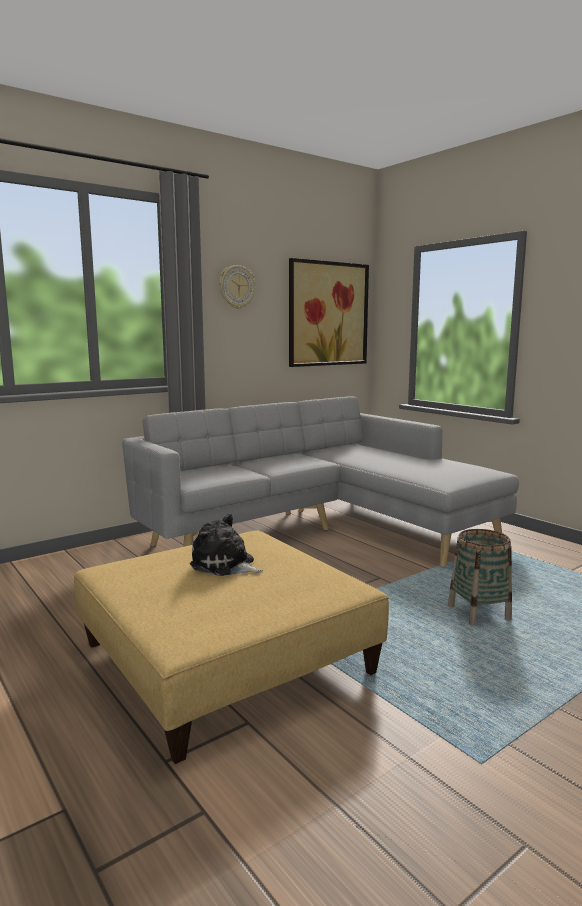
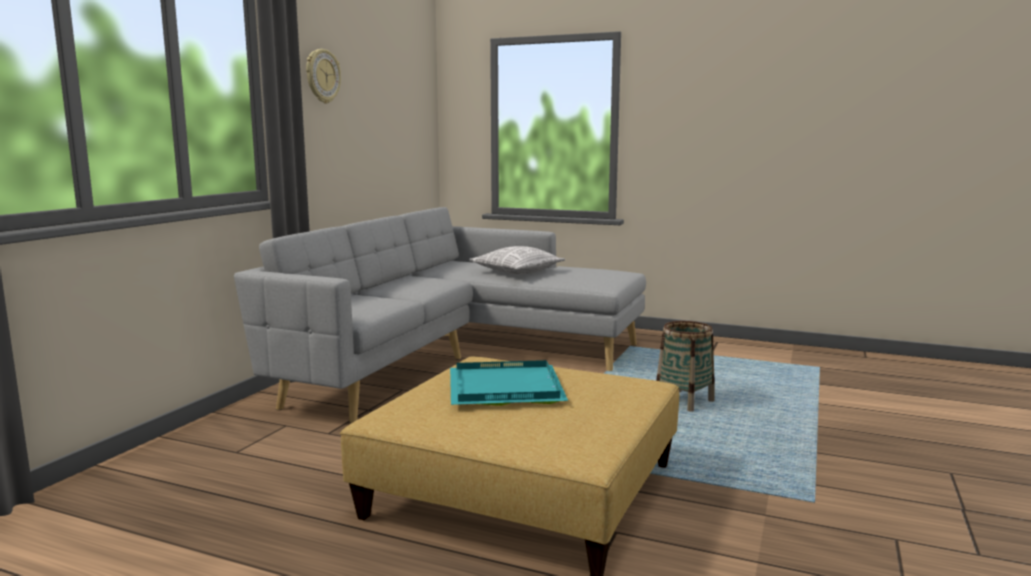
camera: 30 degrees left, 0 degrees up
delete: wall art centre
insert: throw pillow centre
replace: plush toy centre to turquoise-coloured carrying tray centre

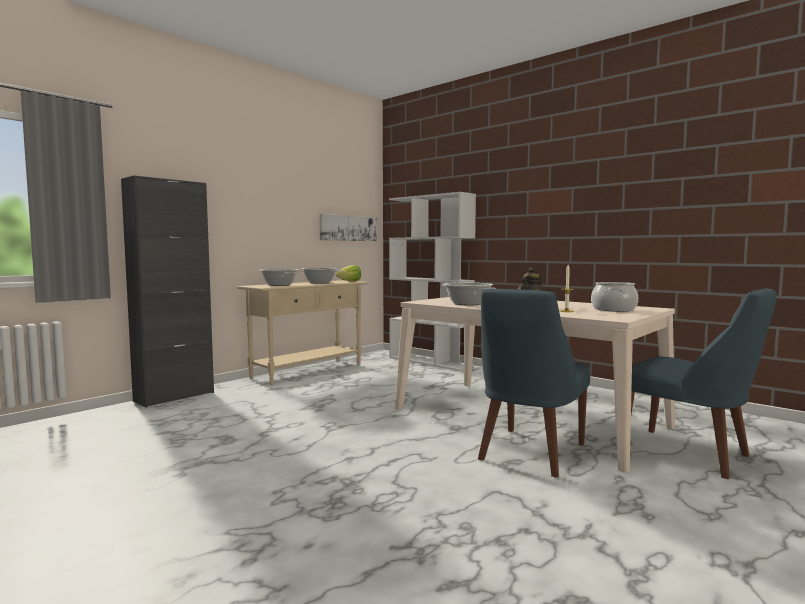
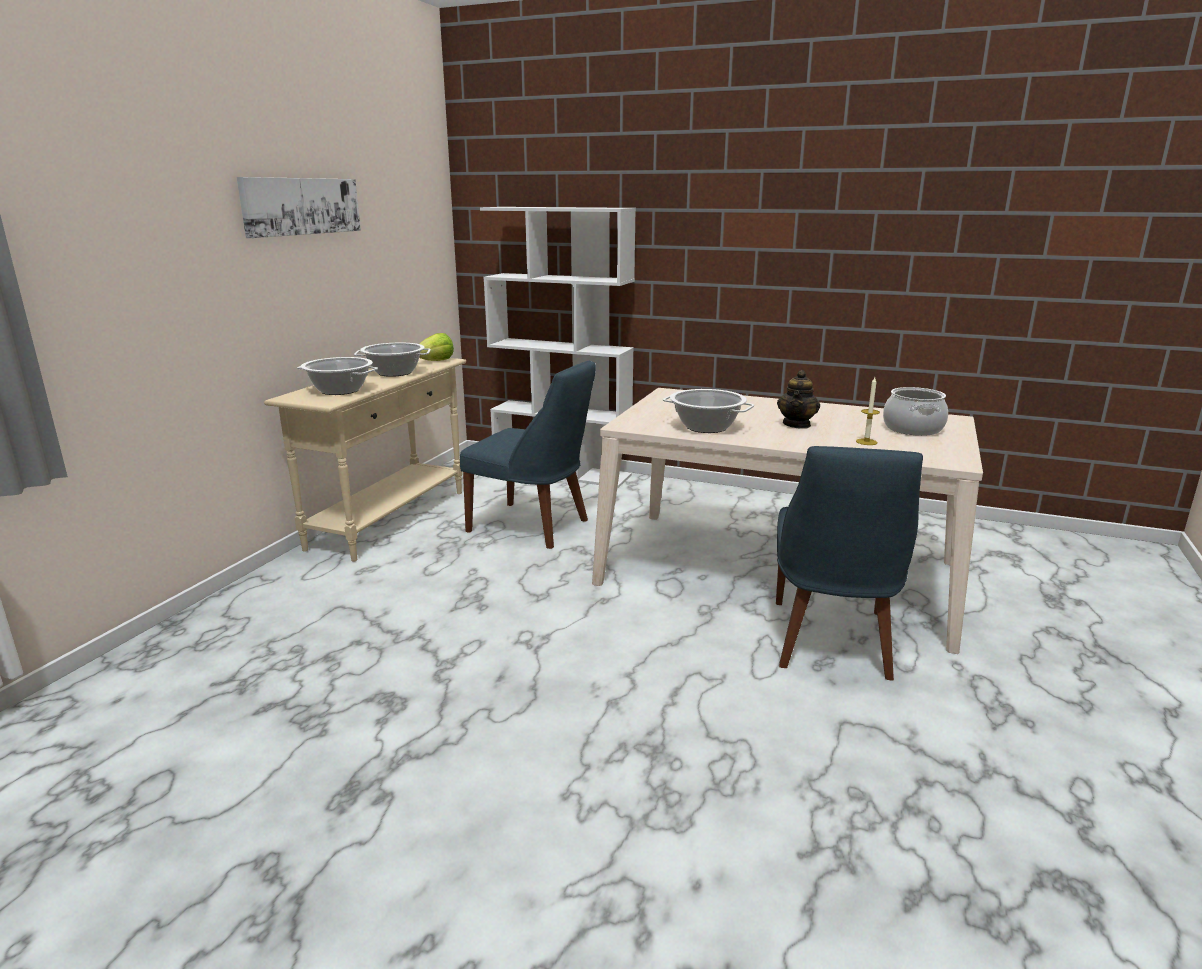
camera: 20 degrees left, 15 degrees up
delete: blackish cupboard middle left
move: wall art centre to top left; bluish plain chair (2nd from left in the first image) middle right to bluish plain chair (1st from left) centre

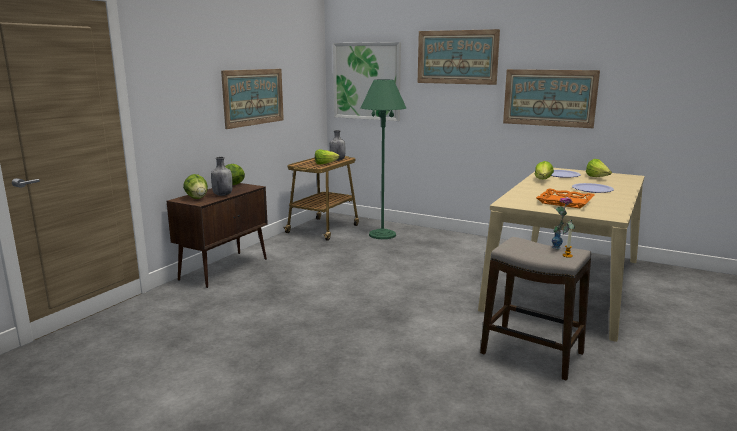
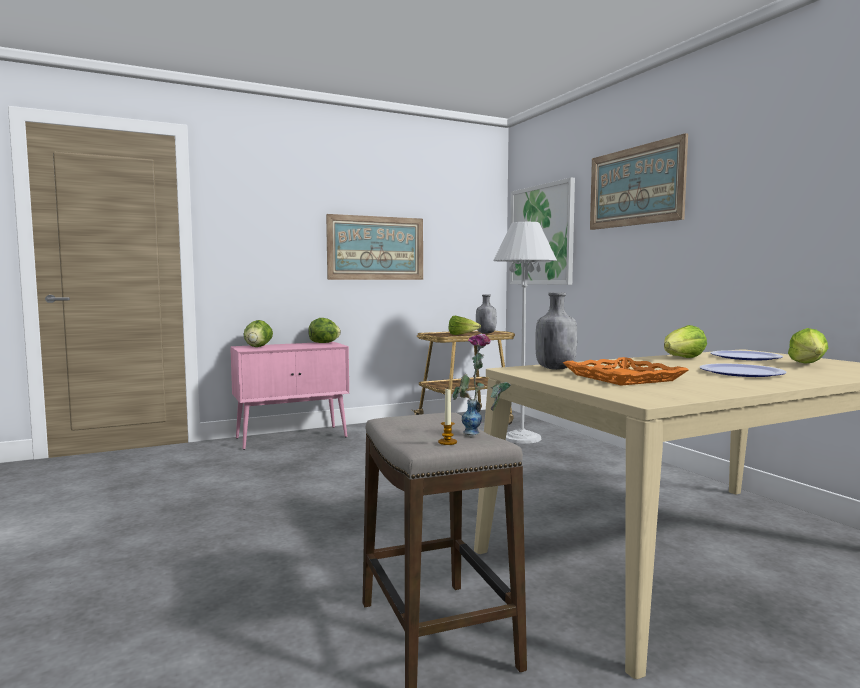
camera: 35 degrees right, 10 degrees down
delete: wall art (4th from left) top right
move: grey beverage bottle (1st from left in the first image) middle left to grey beverage bottle (2nd from left) centre
recolor: brownish cupboard middle left to pink cupboard centre; green standing lamp centre to white standing lamp centre

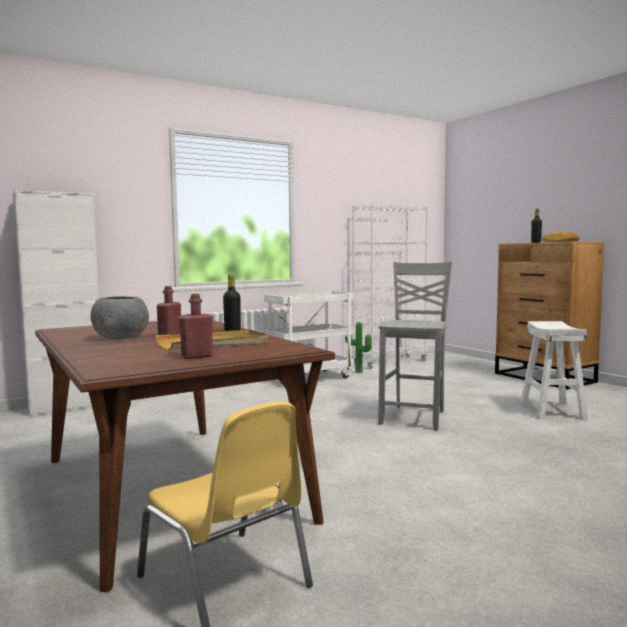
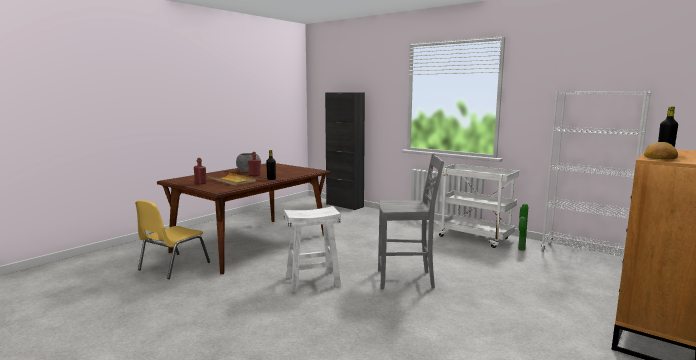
camera: 70 degrees right, 5 degrees up
move: white stool middle right to bottom centre
recolor: white cupboard middle left to blackish cupboard centre

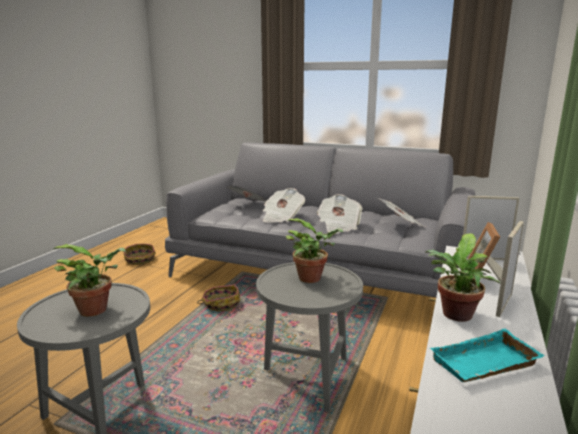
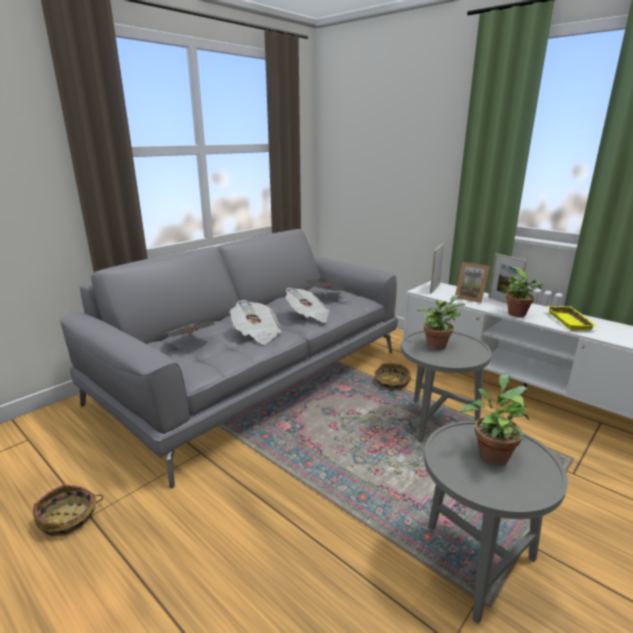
camera: 70 degrees left, 5 degrees up
move: household basket (2nd from left) bottom centre to centre
recolor: turquoise-coloured carrying tray bottom right to yellowish carrying tray middle right

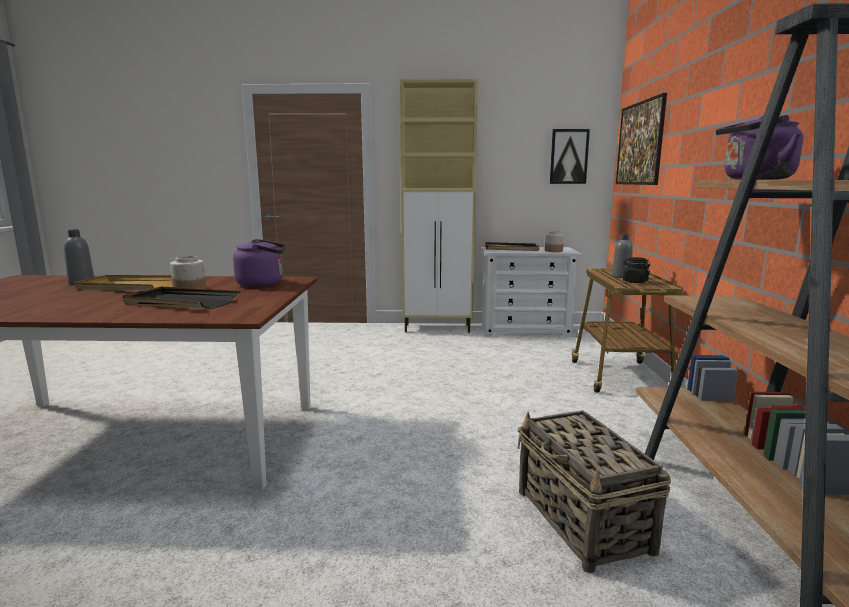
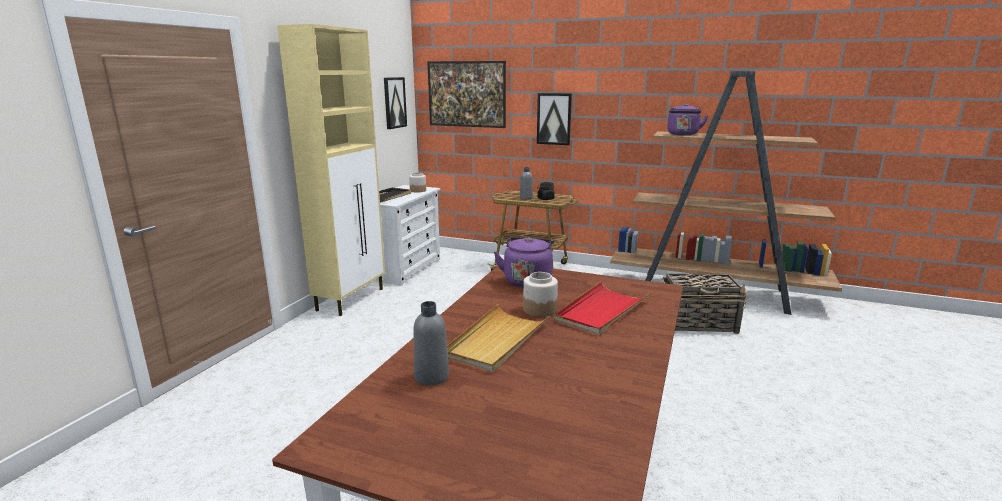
camera: 70 degrees left, 5 degrees up
insert: wall art (3rd from left) top centre
recolor: blackish carrying tray (1st from left) middle left to reddish carrying tray centre

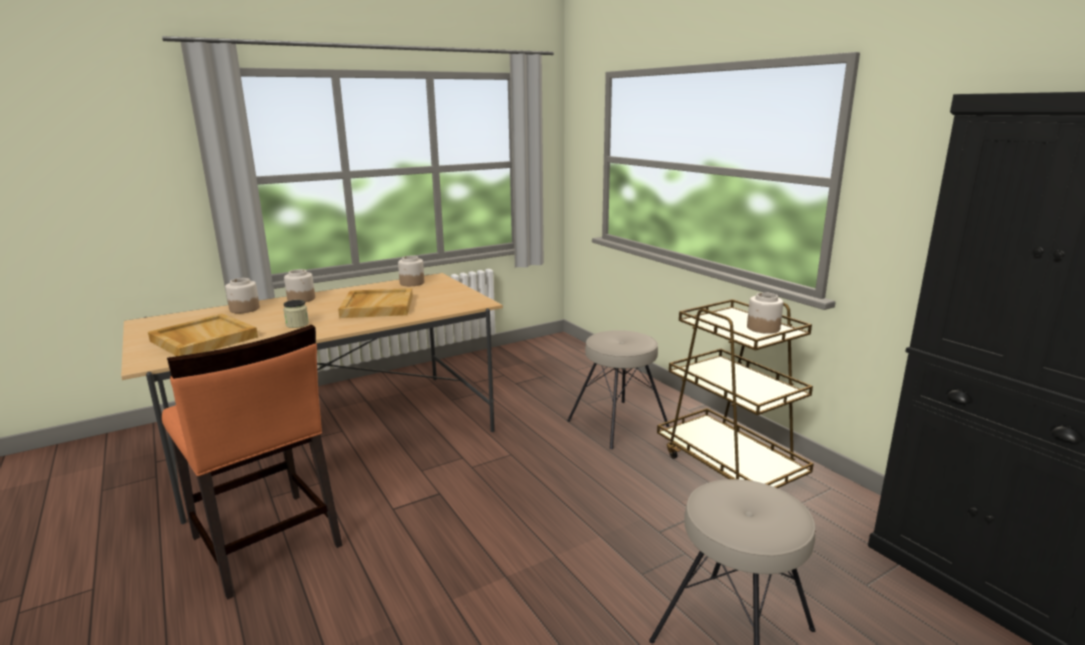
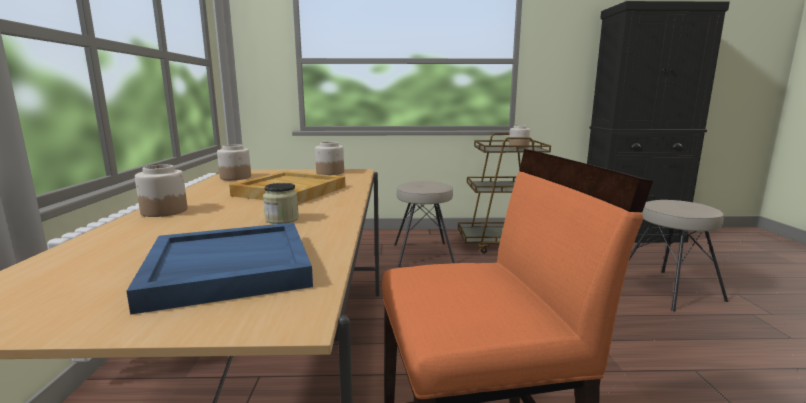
camera: 60 degrees left, 5 degrees down
move: storage jar (1st from left in the first image) middle left to storage jar (4th from left) centre
recolor: sand-coloured carrying tray (1st from left) middle left to bluish carrying tray middle left

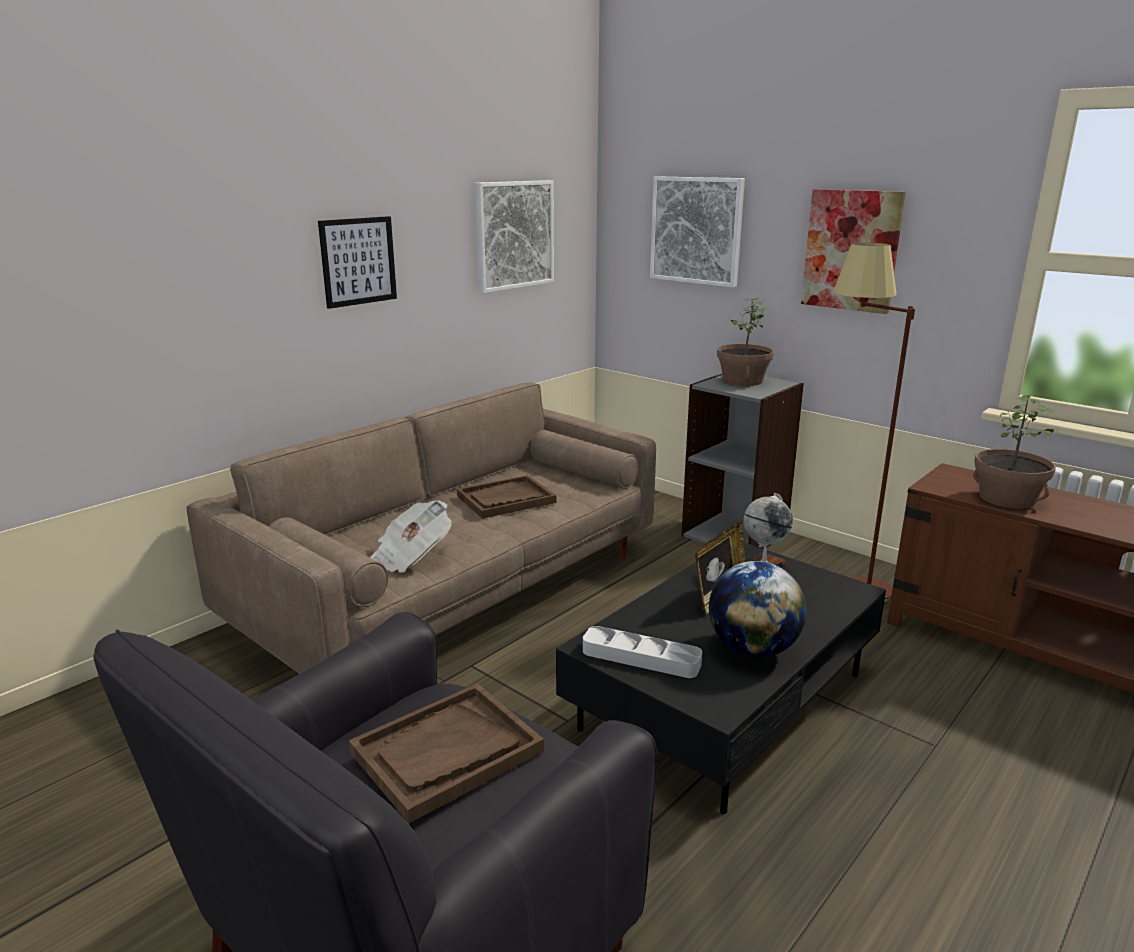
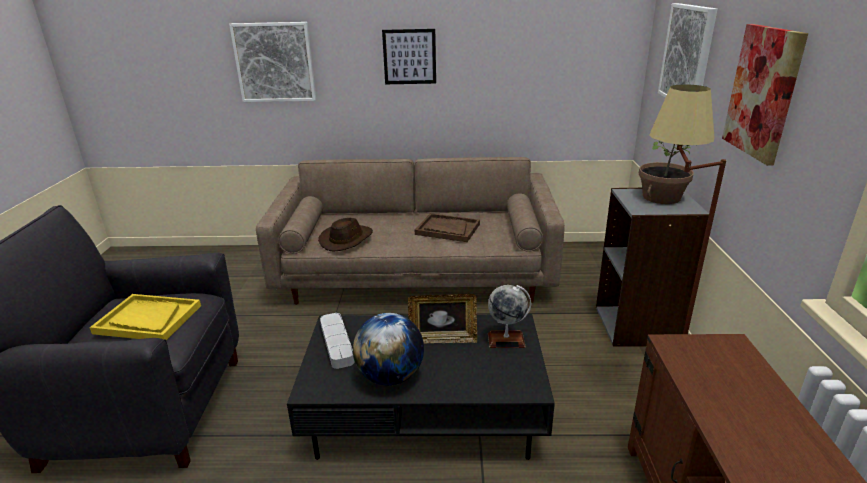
camera: 50 degrees right, 5 degrees up
delete: houseplant (2nd from left) middle right
move: wall art (2nd from left in the first image) top centre to wall art (1st from left) top left
replace: daily paper centre to brownish wearable hat centre
recolor: brownish carrying tray (1st from left) bottom centre to yellowish carrying tray middle left

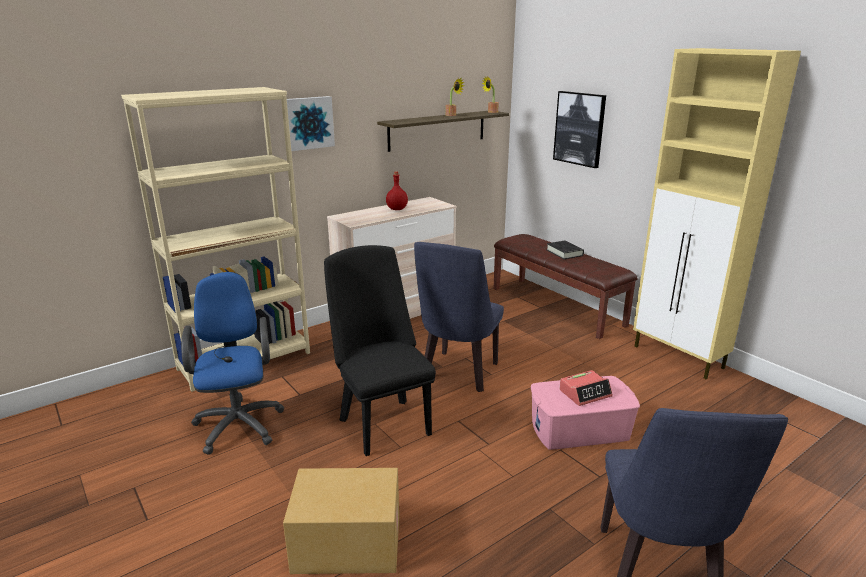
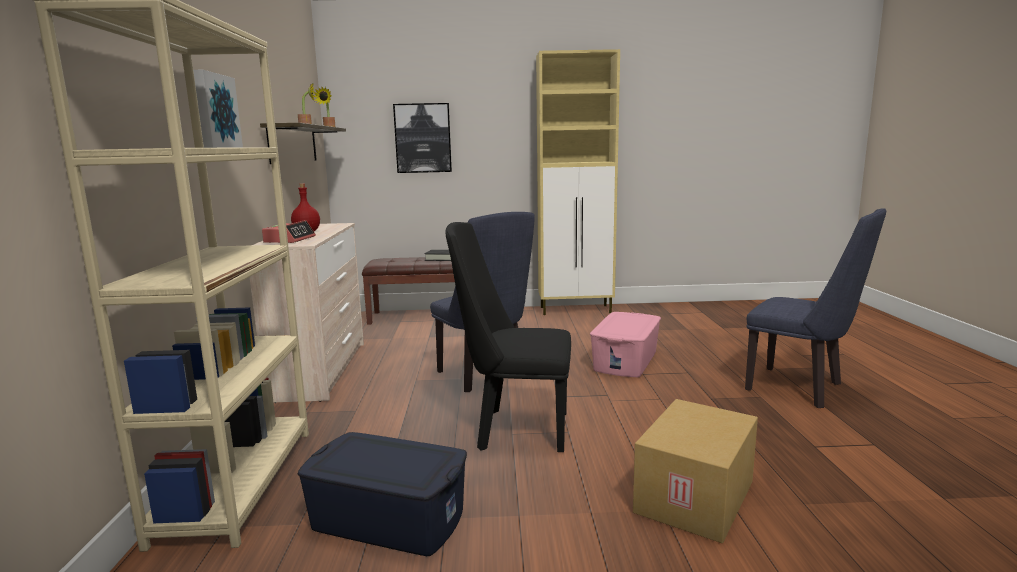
camera: 55 degrees left, 10 degrees down
move: table clock bottom right to middle left
replace: bluish office chair middle left to bluish storage container bottom centre

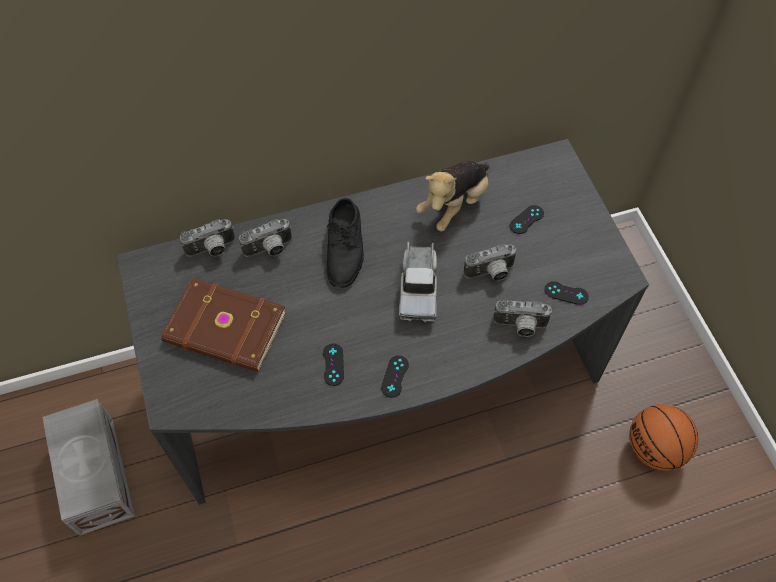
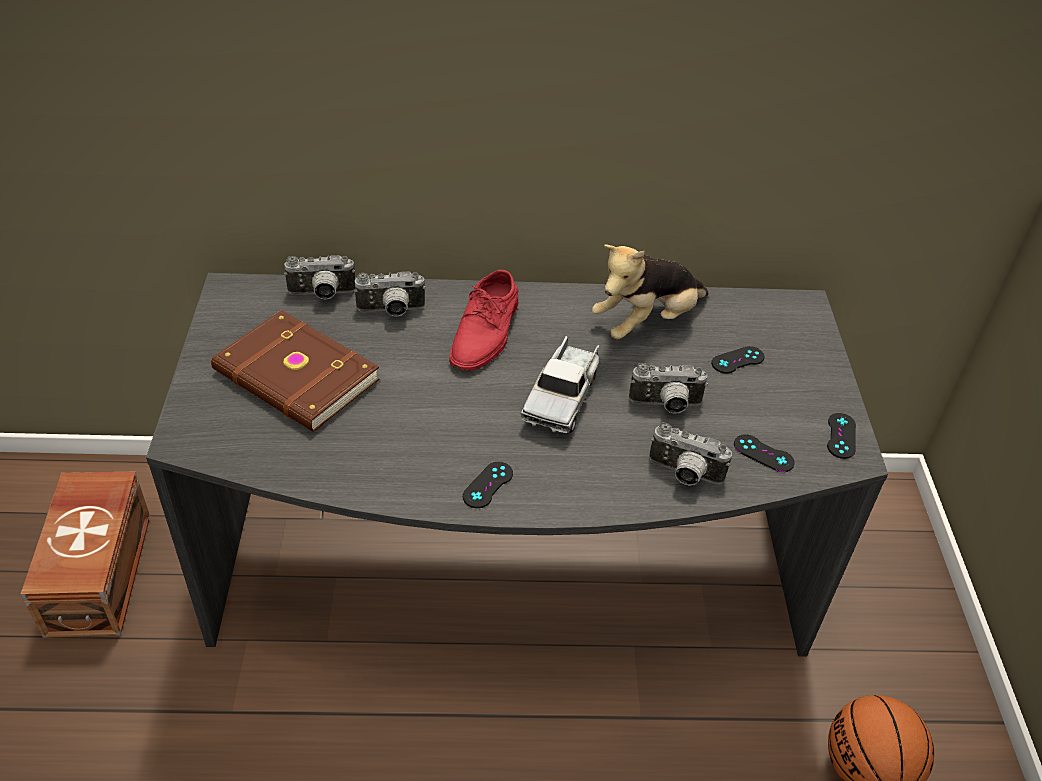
camera: 15 degrees right, 15 degrees down
move: blackish gamepad (1st from left in the first image) centre to blackish gamepad (4th from left) middle right
recolor: grey storage container bottom left to brownish storage container bottom left; blackish shoe centre to reddish shoe centre

